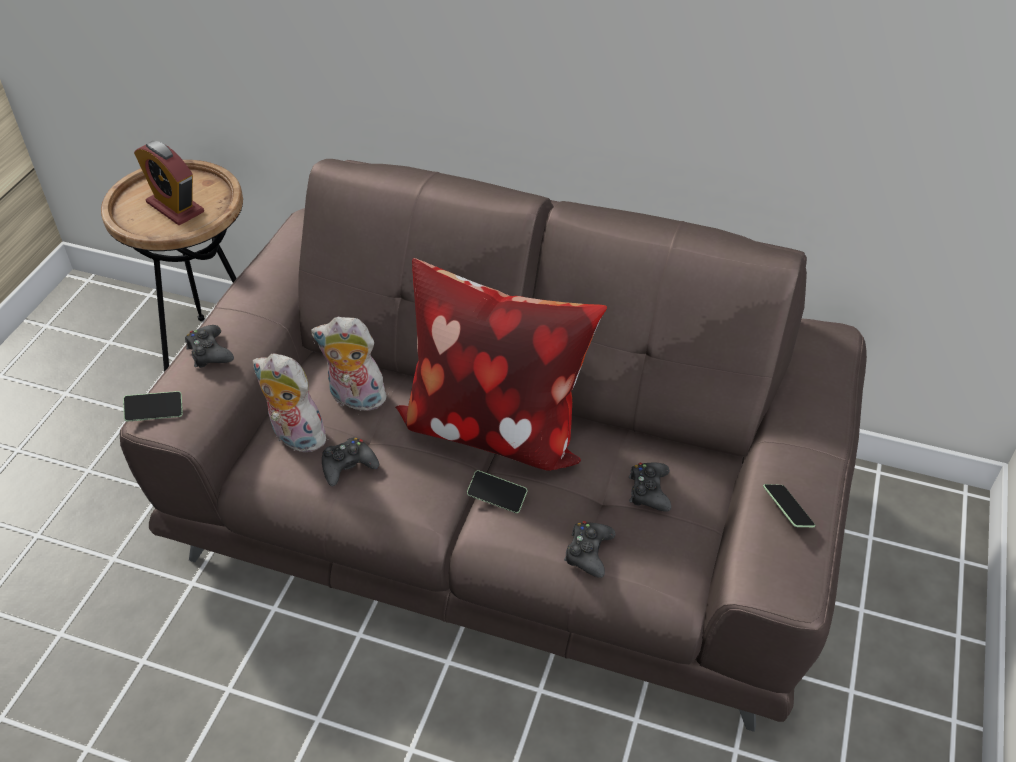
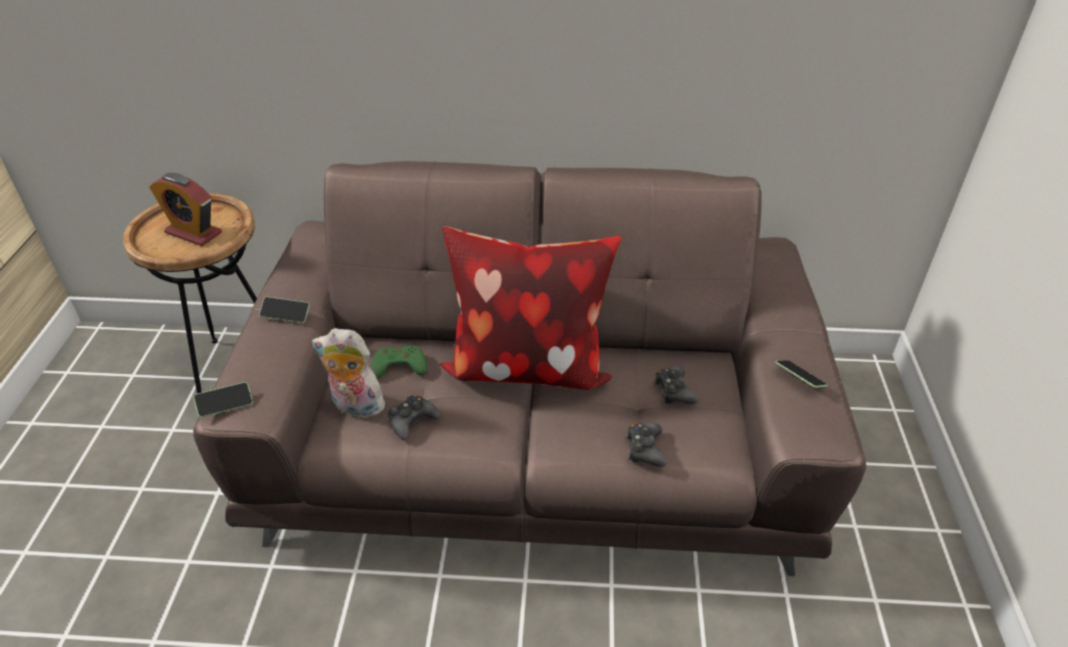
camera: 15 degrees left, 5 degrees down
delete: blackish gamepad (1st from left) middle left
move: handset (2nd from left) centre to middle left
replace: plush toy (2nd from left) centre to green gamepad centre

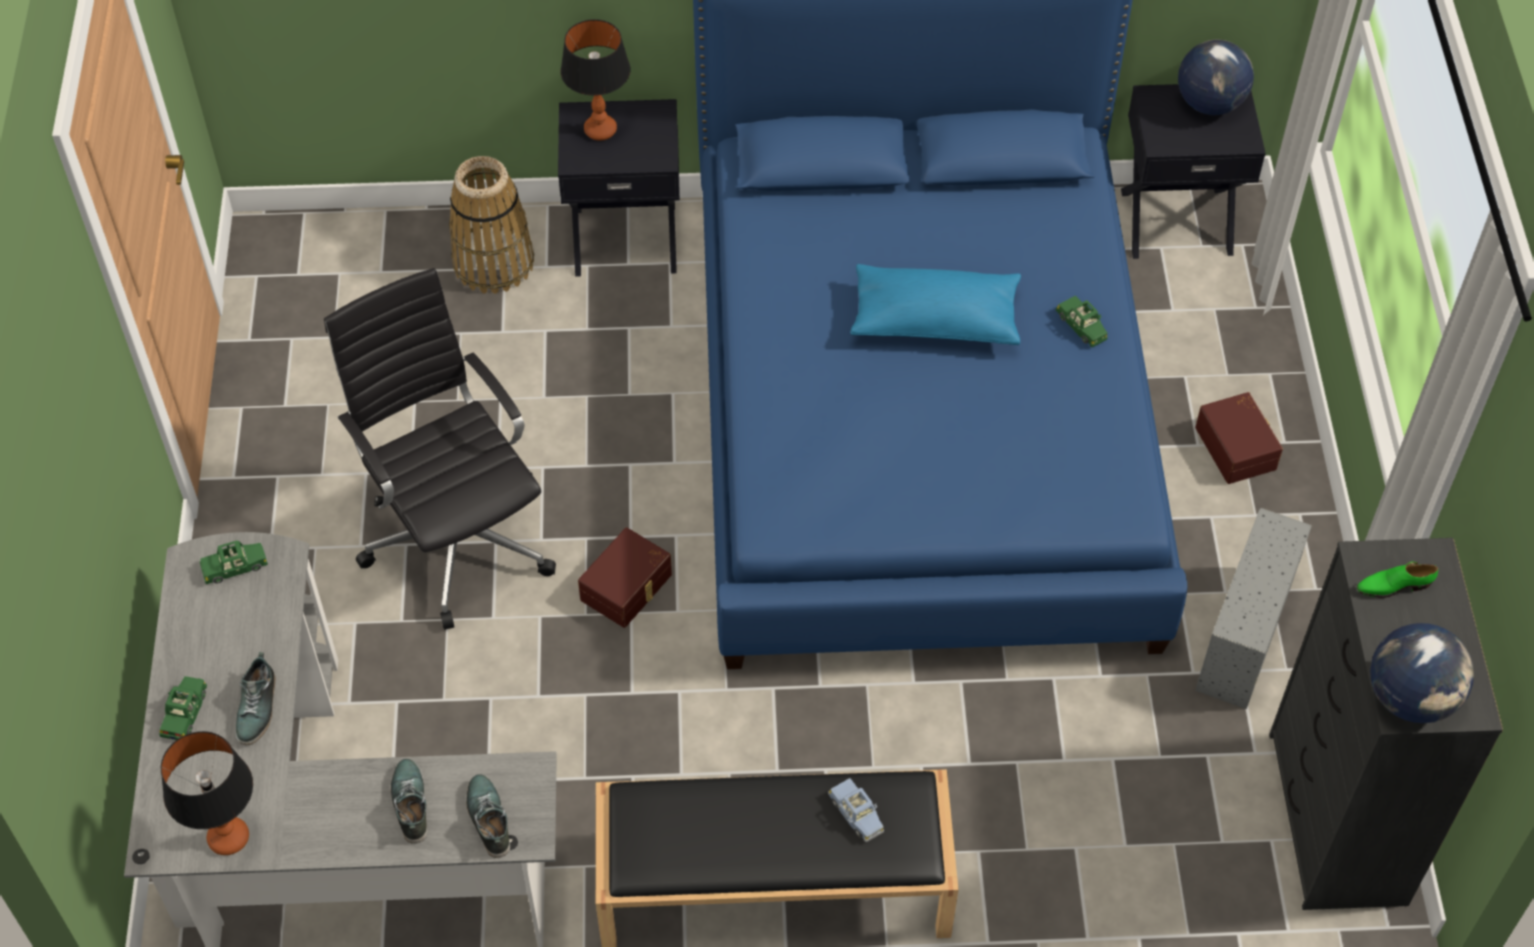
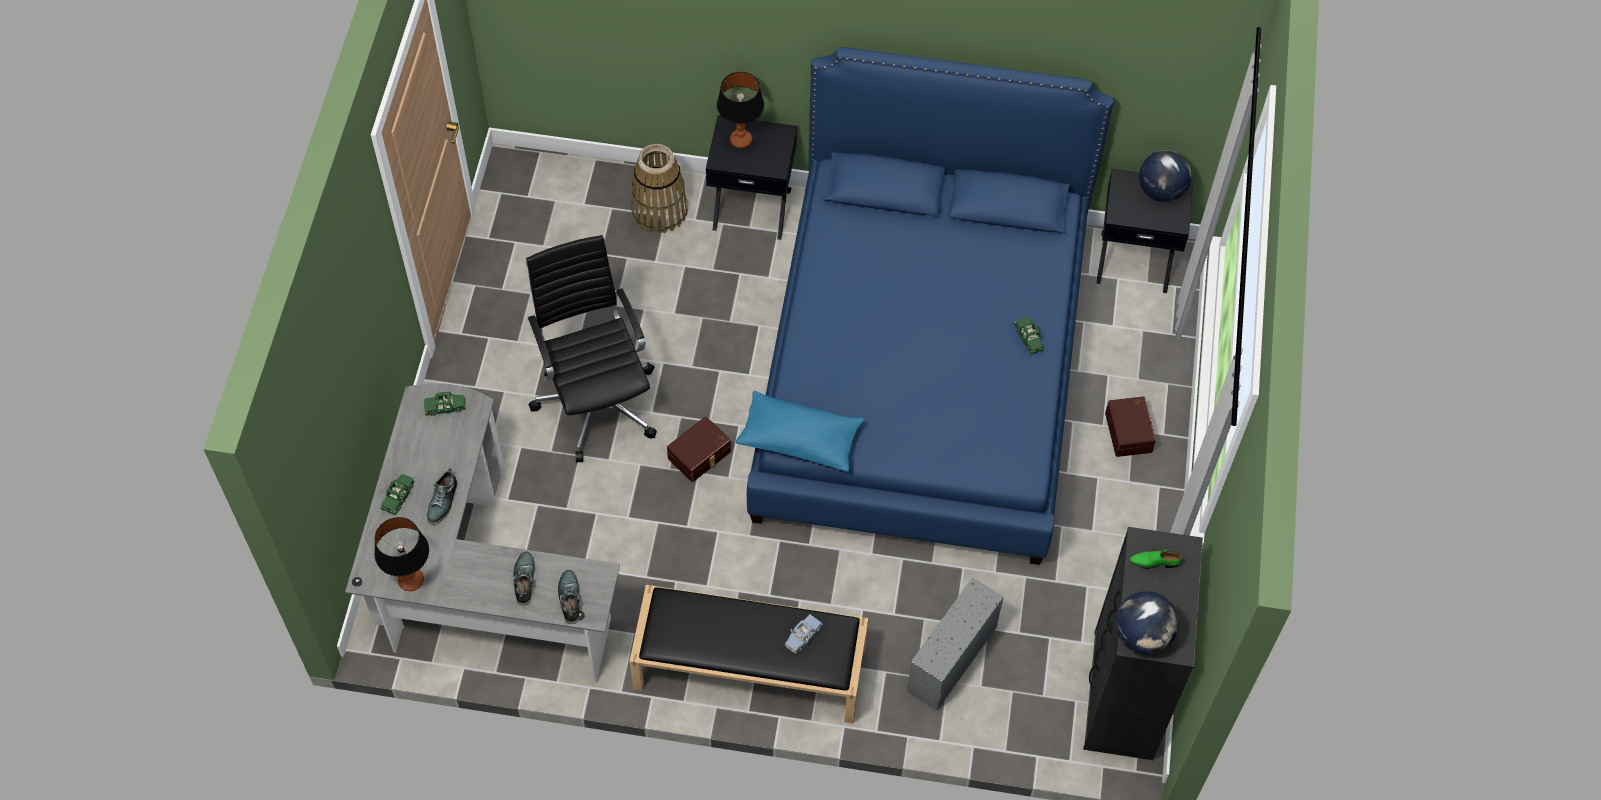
camera: 10 degrees right, 5 degrees up
move: bluish throw pillow top centre to centre; grey storage container middle right to bottom centre
rotate: bluish toy car bottom centre = bottom centre 60 degrees clockwise

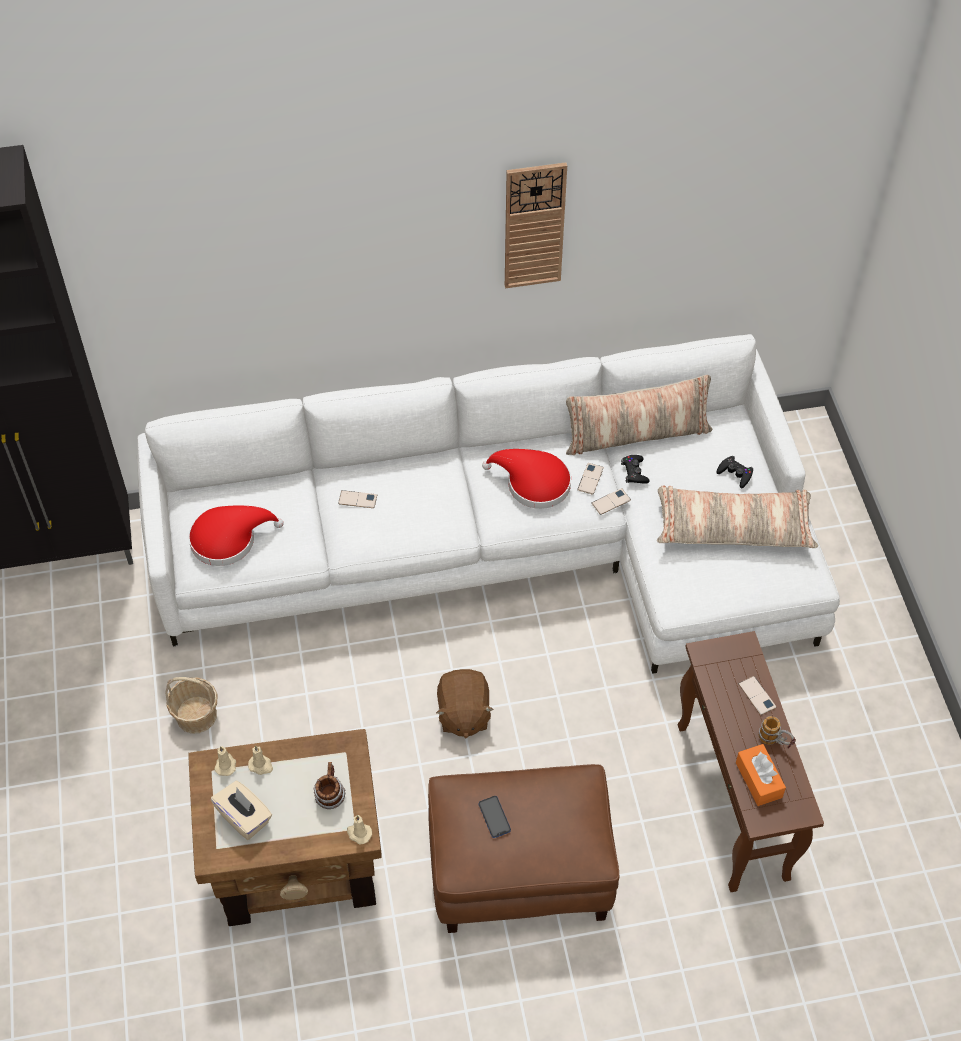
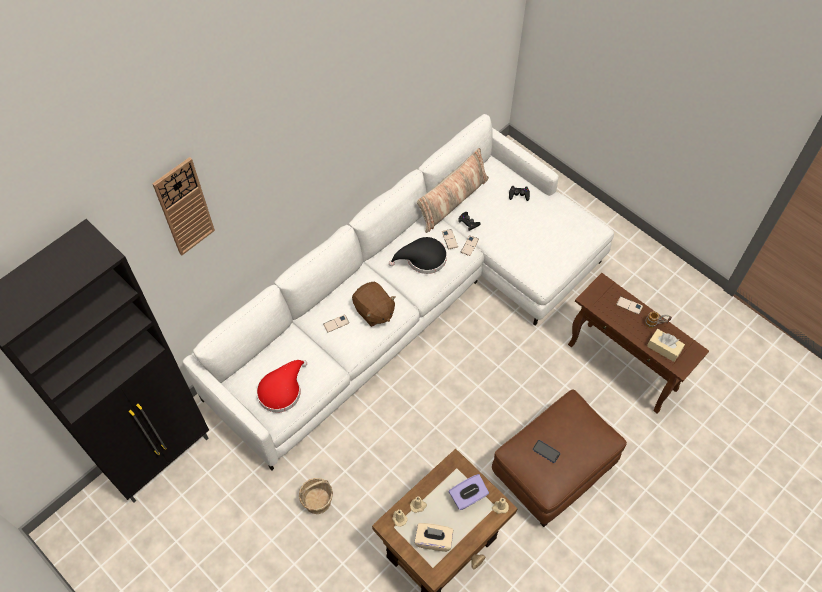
camera: 35 degrees left, 5 degrees up
delete: throw pillow (2nd from left) middle right
move: brownish plush toy bottom centre to centre; hanging clock top centre to middle left
replace: coffee mug (1st from left) bottom centre to purple tissue box bottom centre
recolor: reddish wearable hat (2nd from left) centre to blackish wearable hat centre; orange-coloured tissue box bottom right to sand-coloured tissue box (2nd from left) middle right

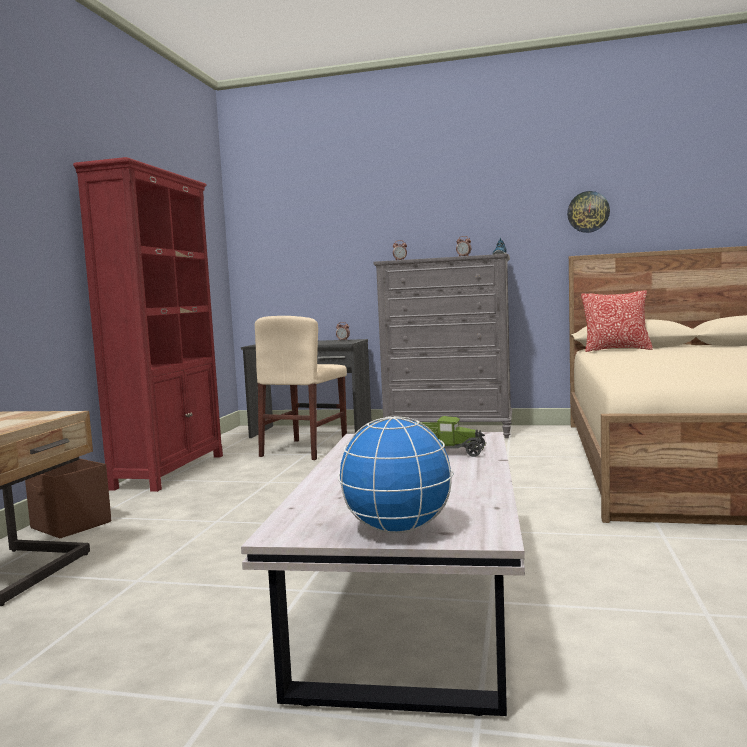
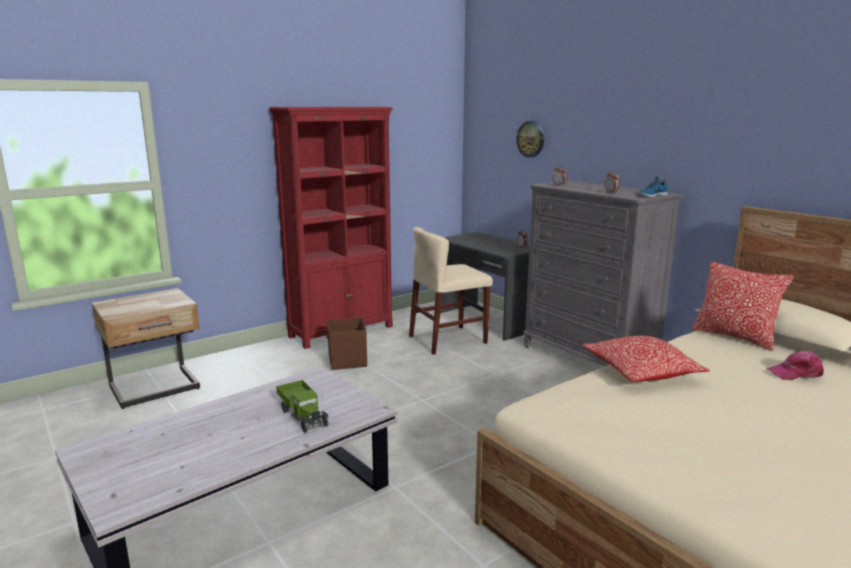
camera: 40 degrees right, 10 degrees up
delete: globe centre
insert: throw pillow (1st from left) middle right; pink peaked cap middle right
move: brownish storage container bottom left to centre; hanging clock top right to top centre

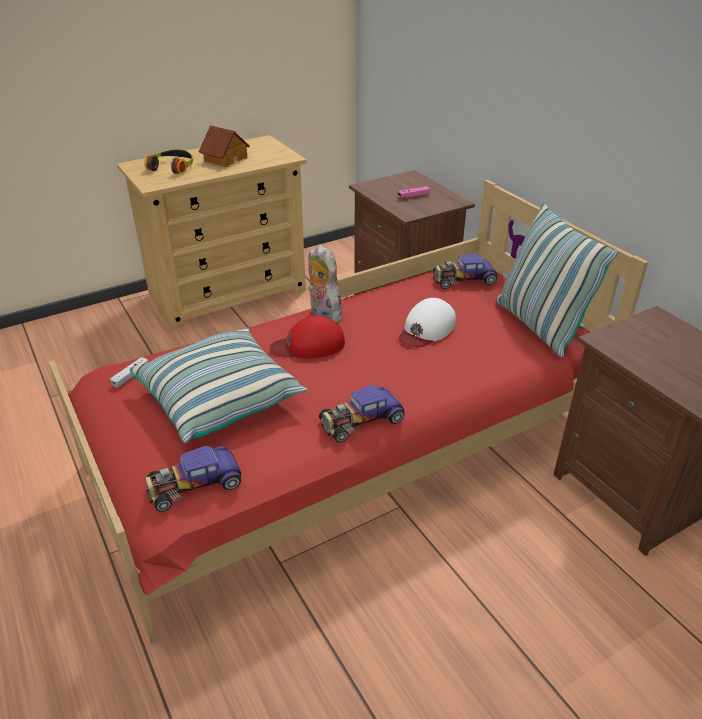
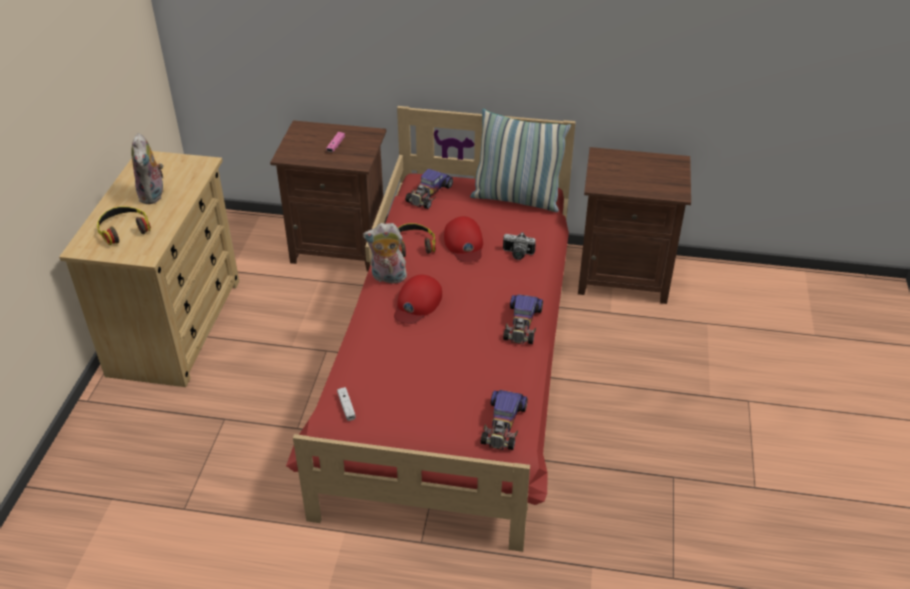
camera: 50 degrees left, 5 degrees up
delete: throw pillow (1st from left) middle left
insert: headphones (2nd from left) centre; photo camera centre
replace: model house top left to plush toy (1st from left) top left
recolor: white peaked cap centre to reddish peaked cap (2nd from left) centre

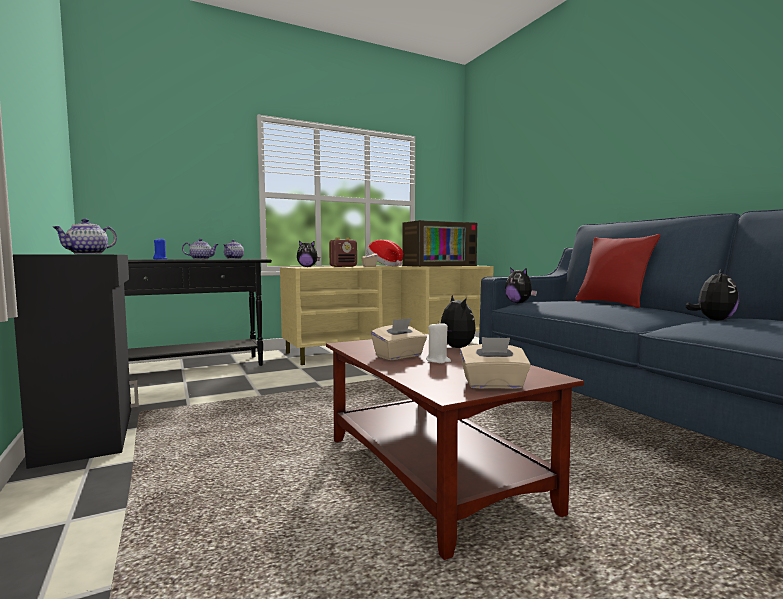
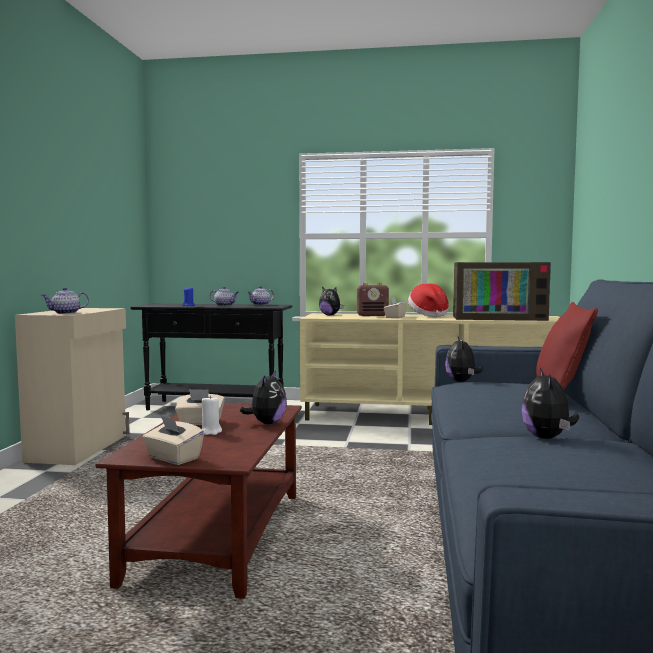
camera: 35 degrees right, 0 degrees up
recolor: blackish cupboard middle left to sand-coloured cupboard middle left
rotate: plush toy (4th from left) middle right = middle right 120 degrees clockwise

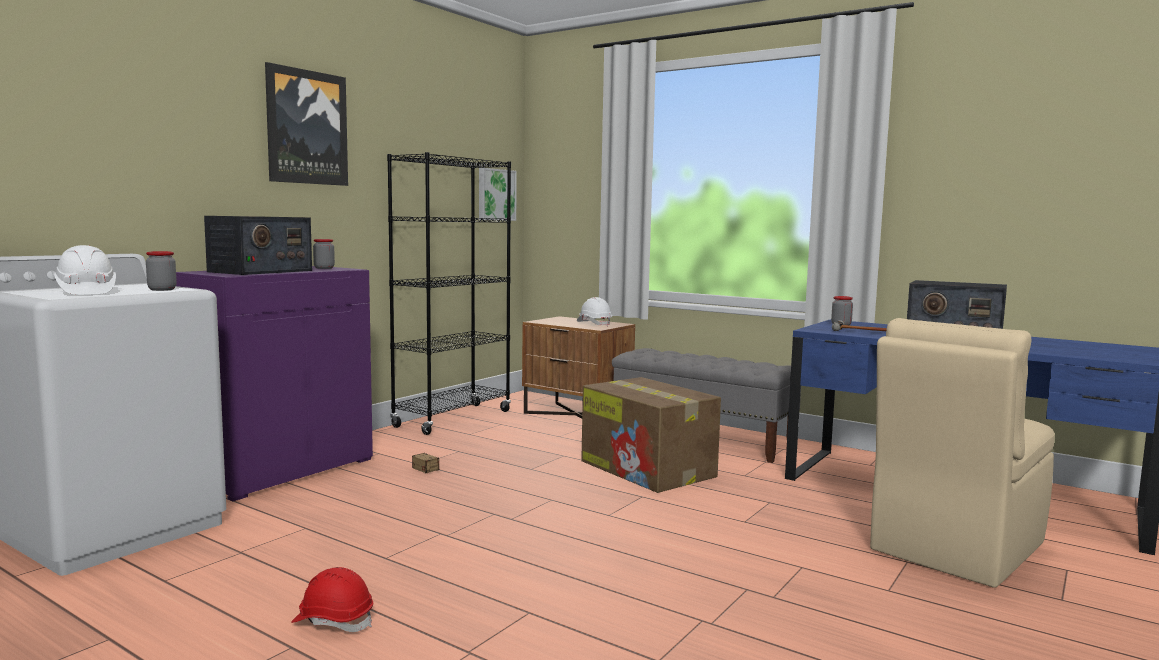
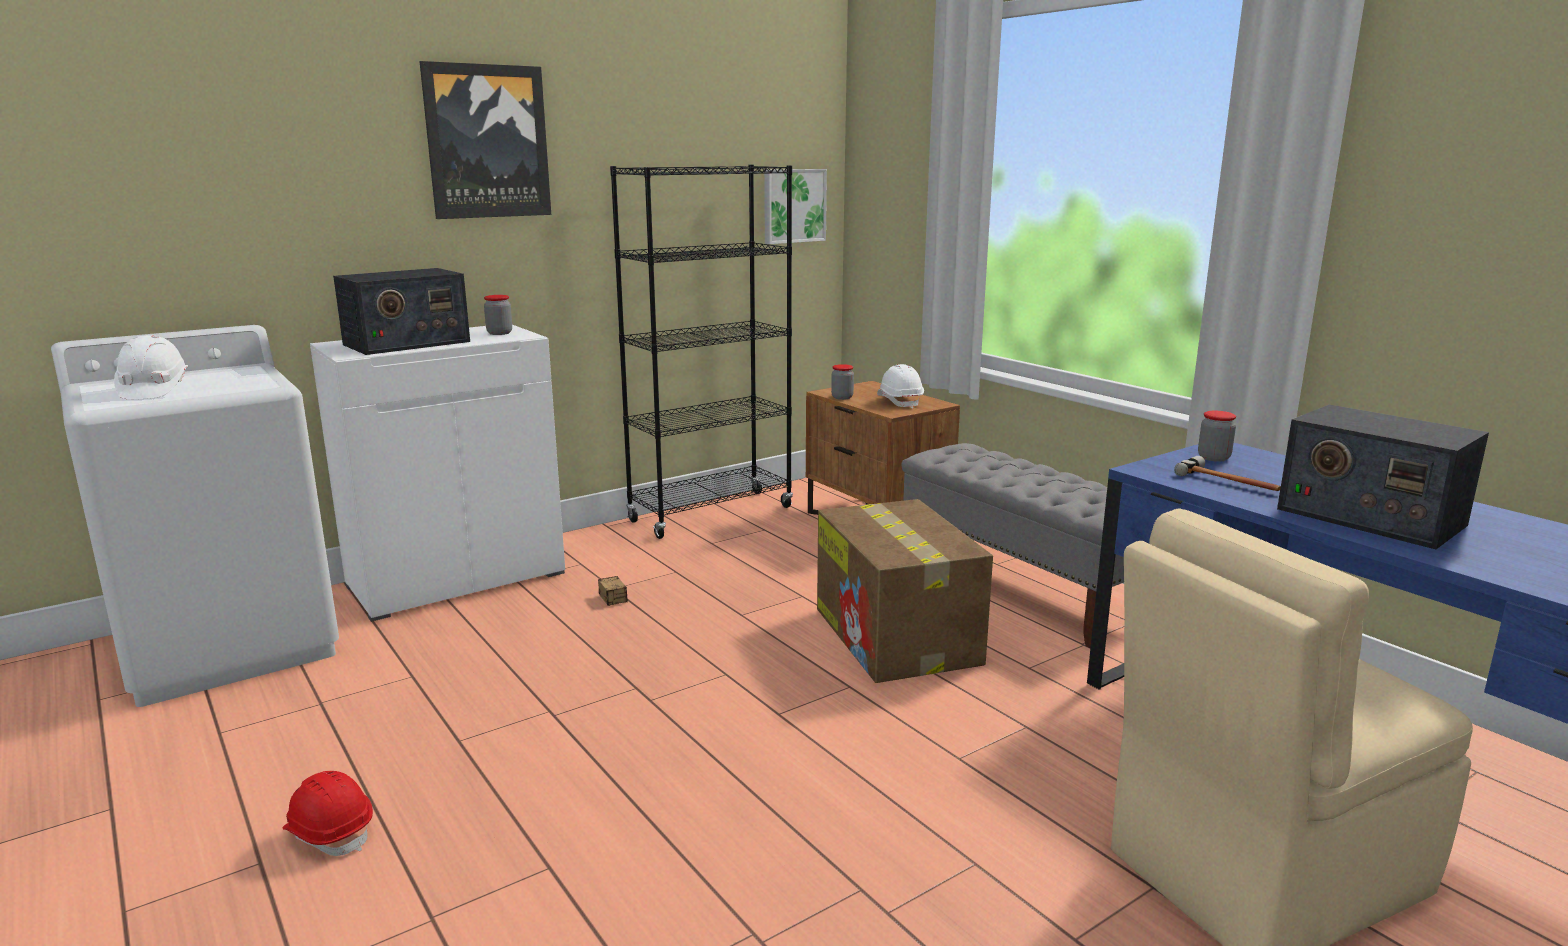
camera: 20 degrees right, 10 degrees up
move: storage jar (1st from left in the first image) middle left to storage jar (2nd from left) centre
recolor: purple cupboard middle left to white cupboard middle left

